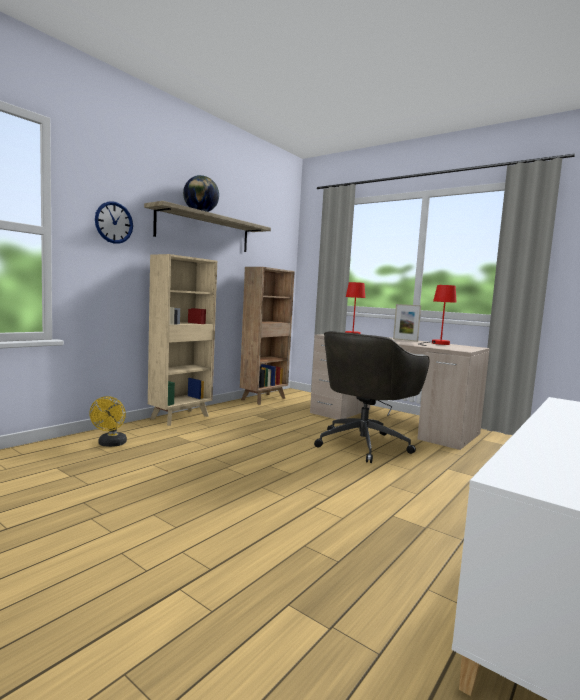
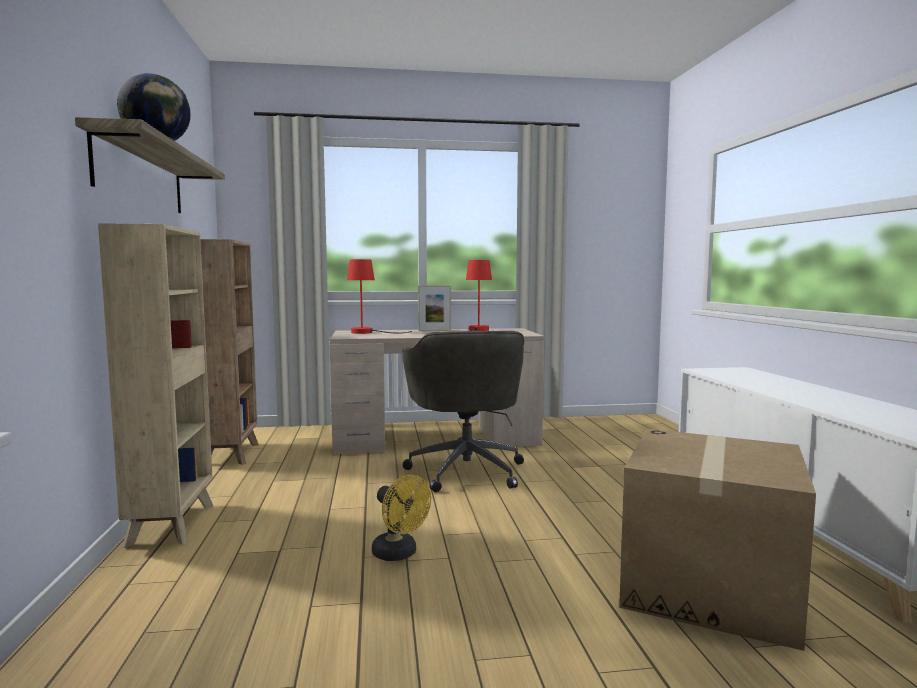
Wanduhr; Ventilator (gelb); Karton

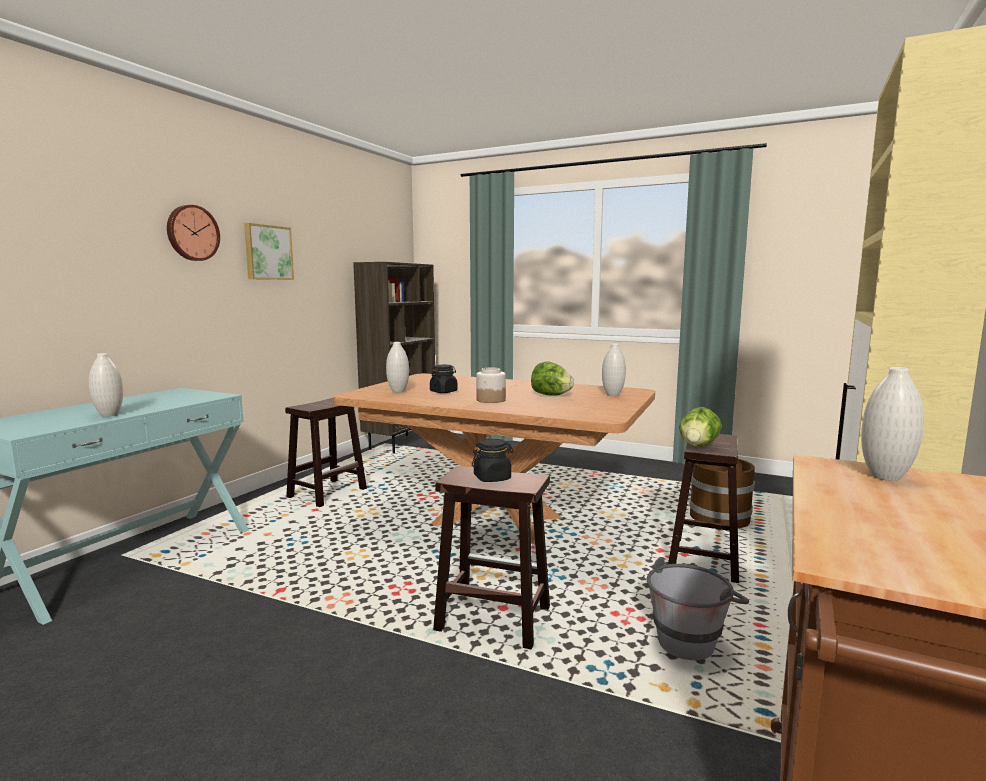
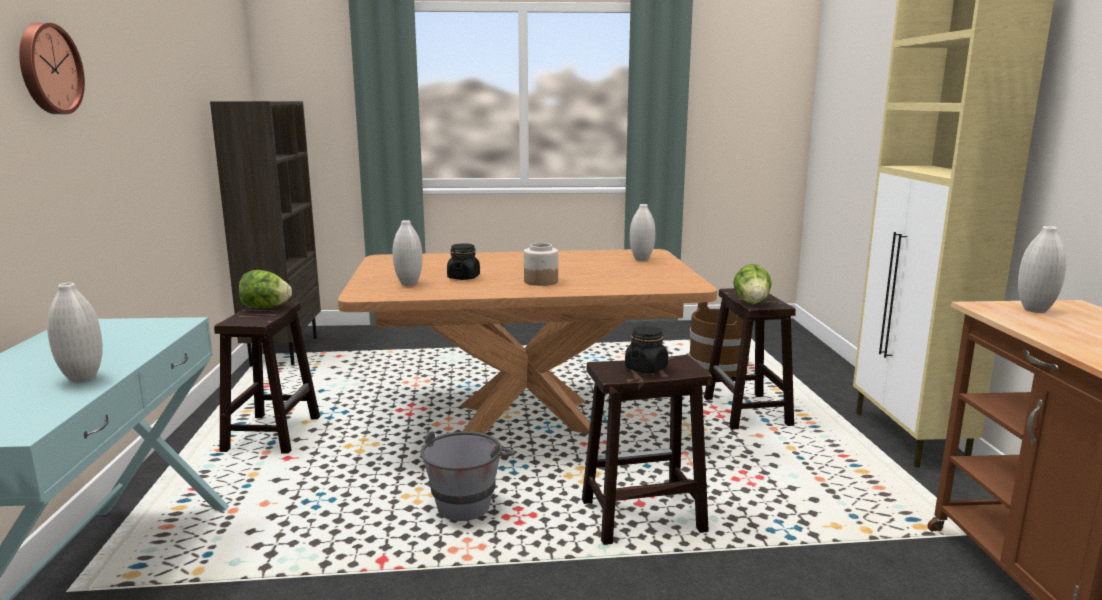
Bild; Salatkopf (1st from left); Eimer (grau)

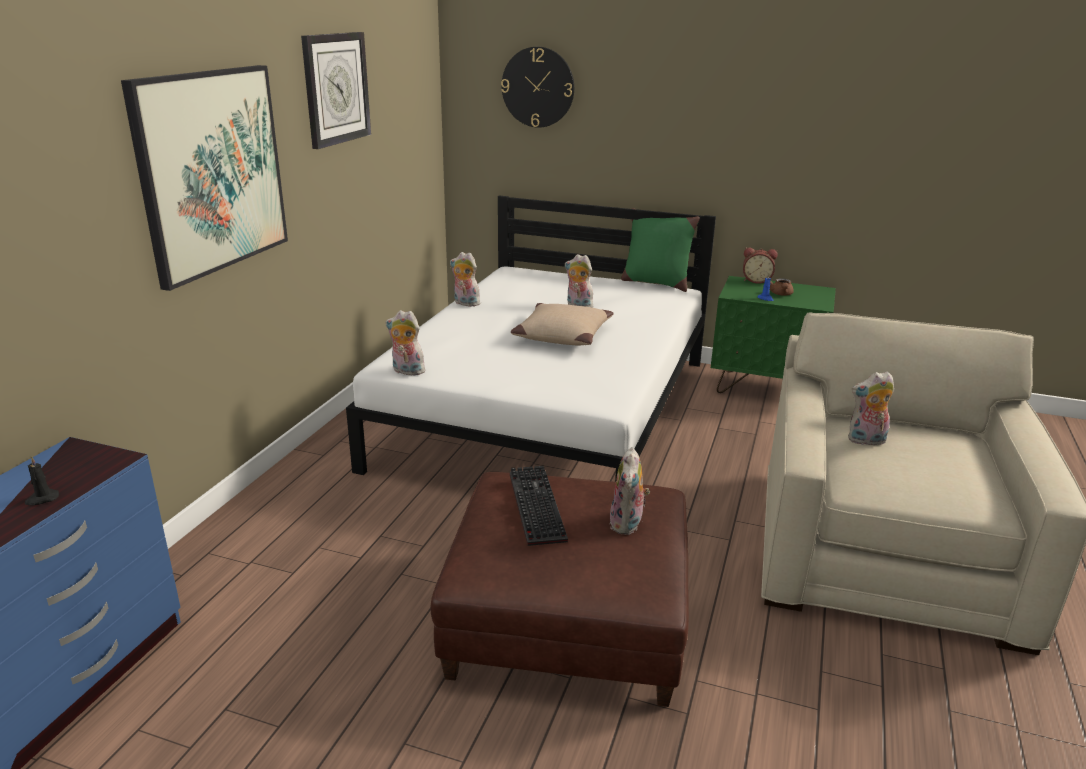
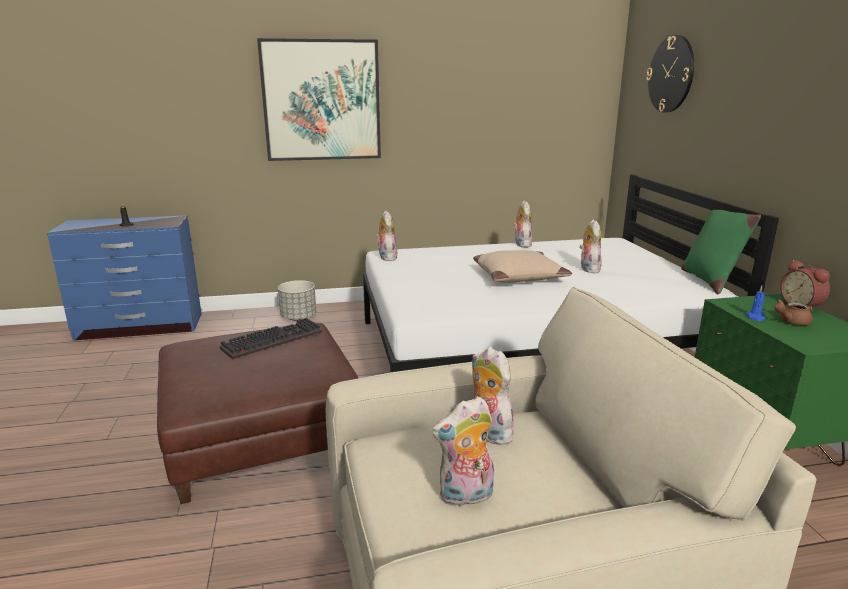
Wanduhr (1st from left in the first image); Plüschtier (2nd from left); Pflanzkübel (grau)

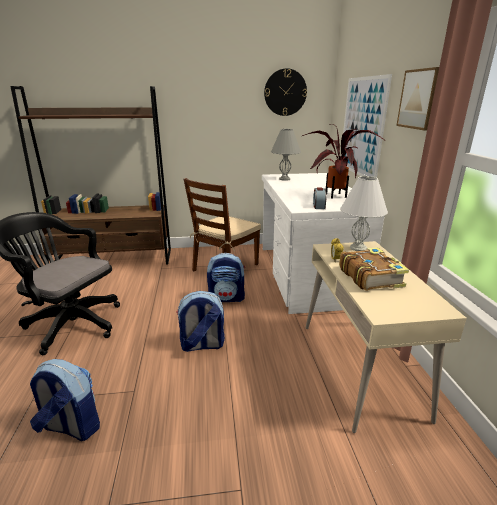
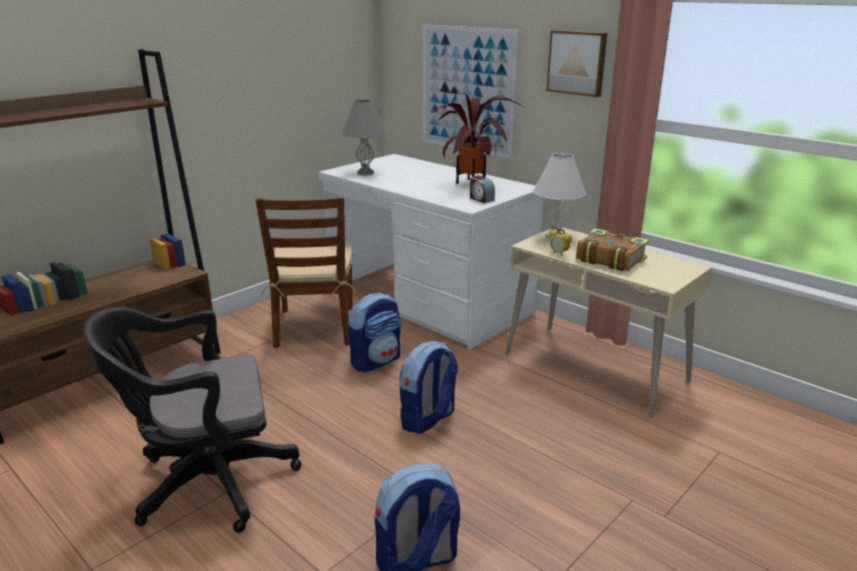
Wanduhr

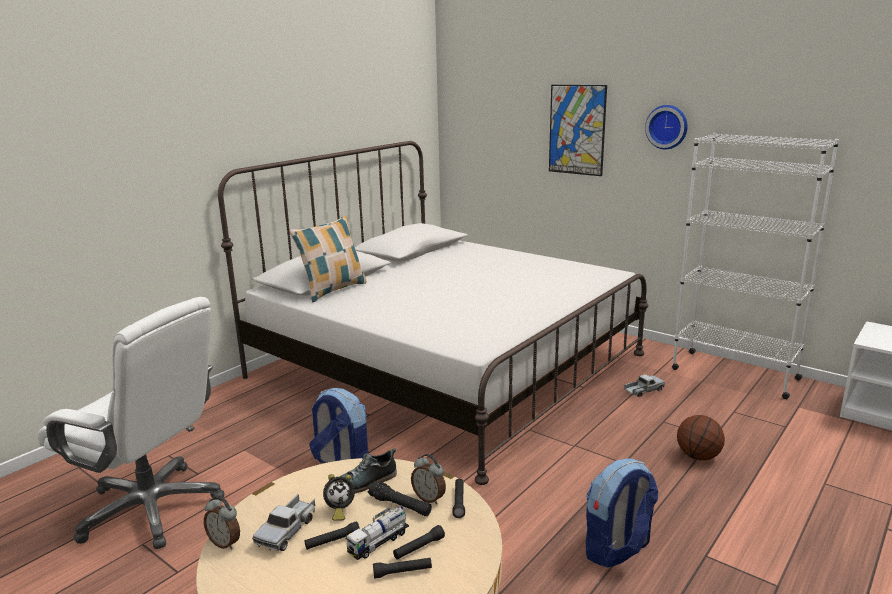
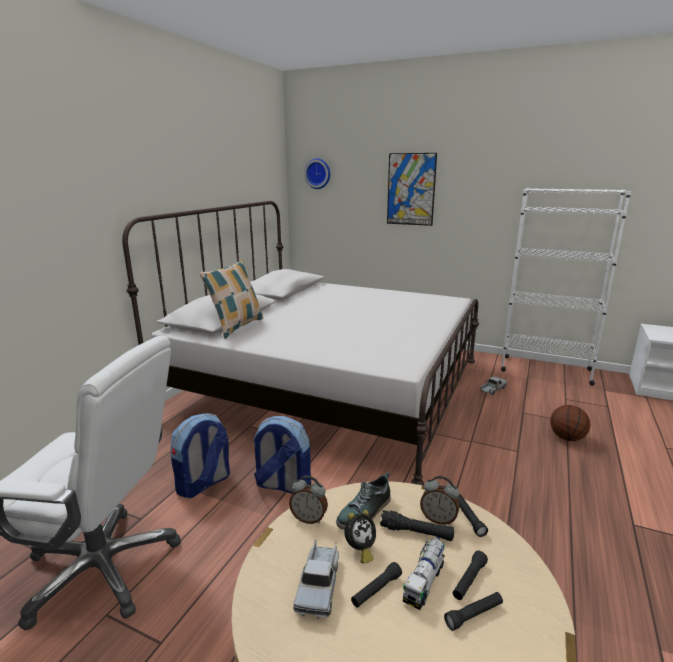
Wanduhr; Rucksack (1st from left); Wecker (1st from left)

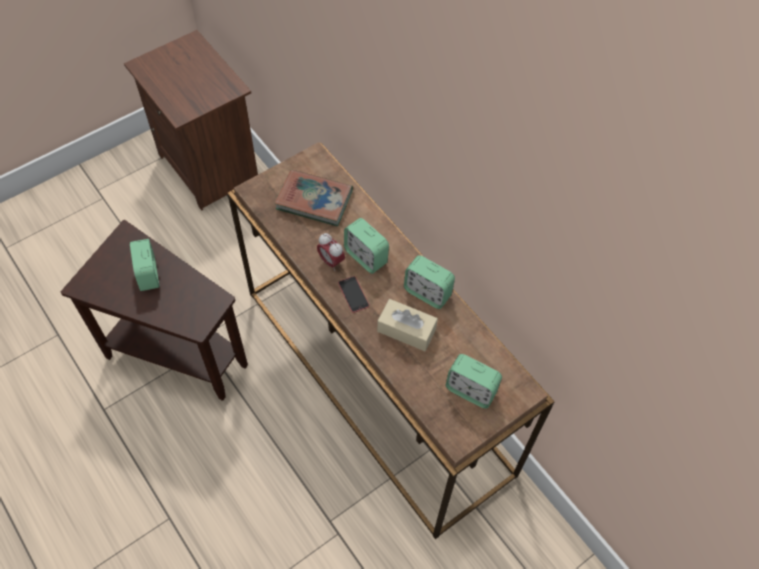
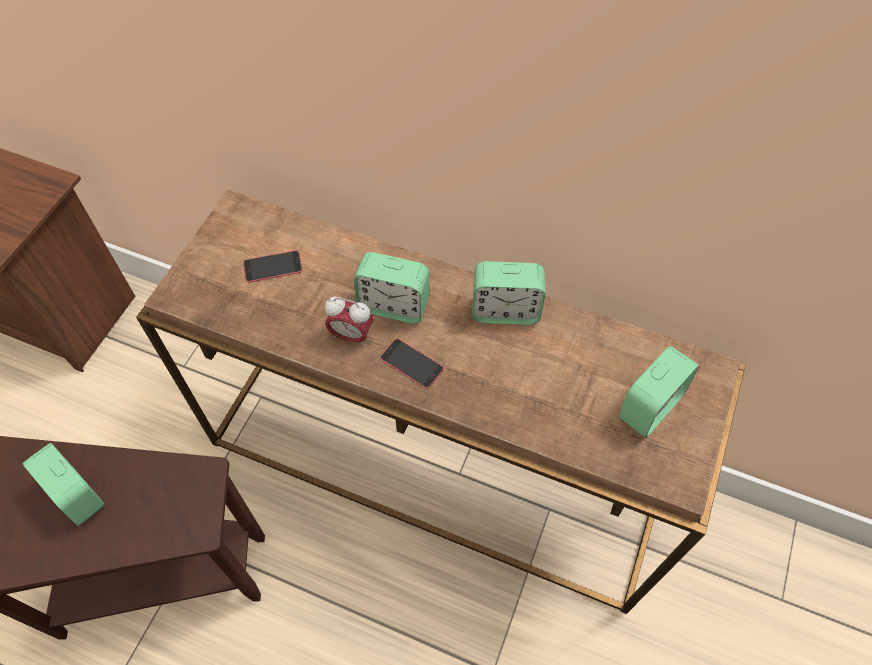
Handy (1st from left); Taschentuchbox (beige); Wecker (5th from left)

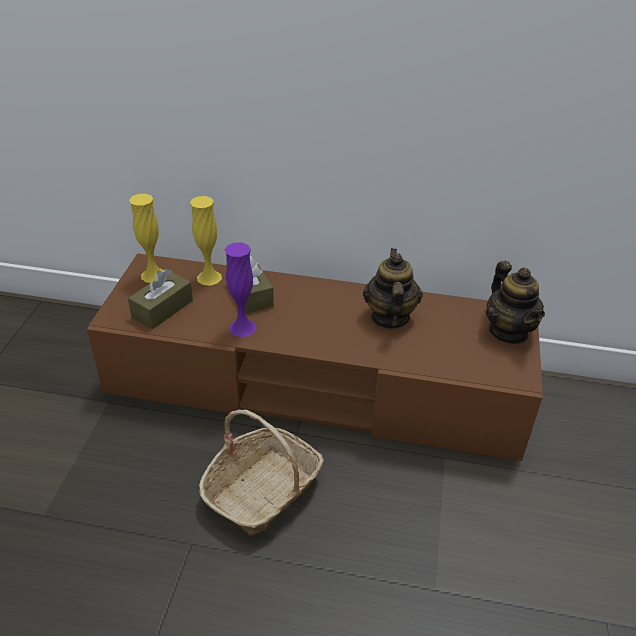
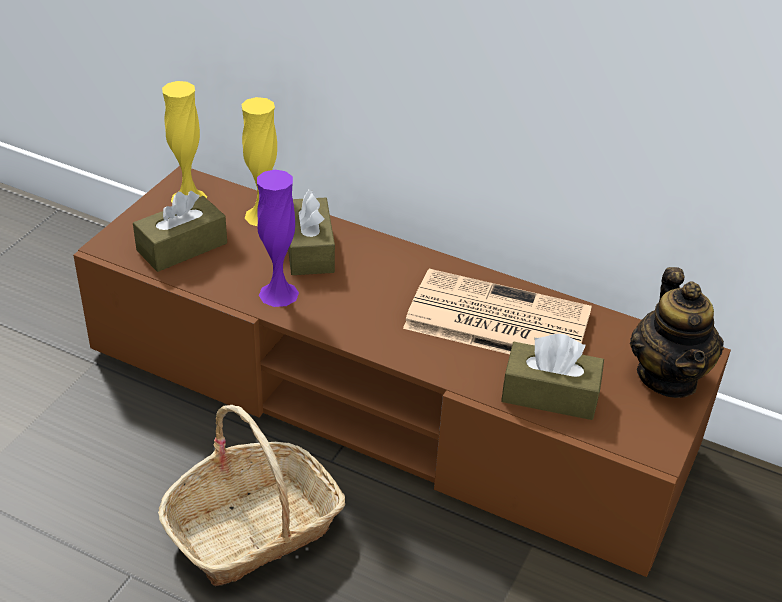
Zeitung; Taschentuchbox (braun) (3rd from left)

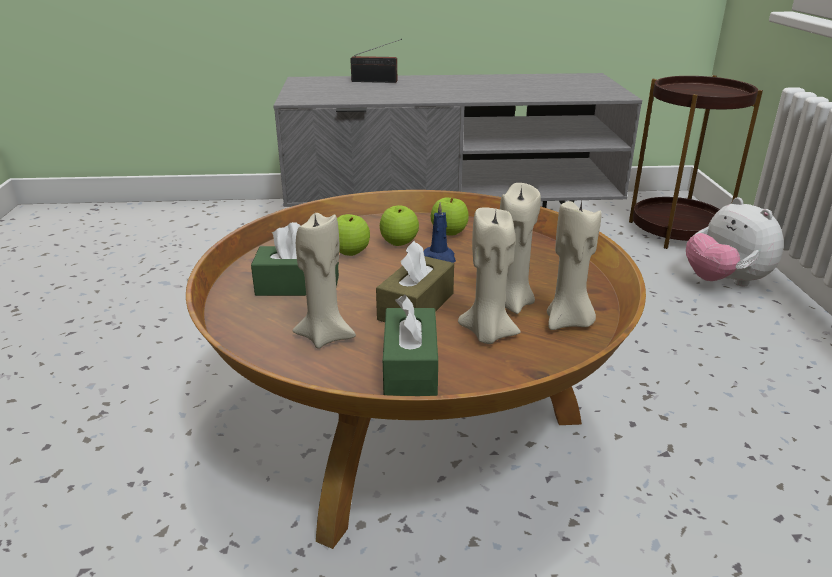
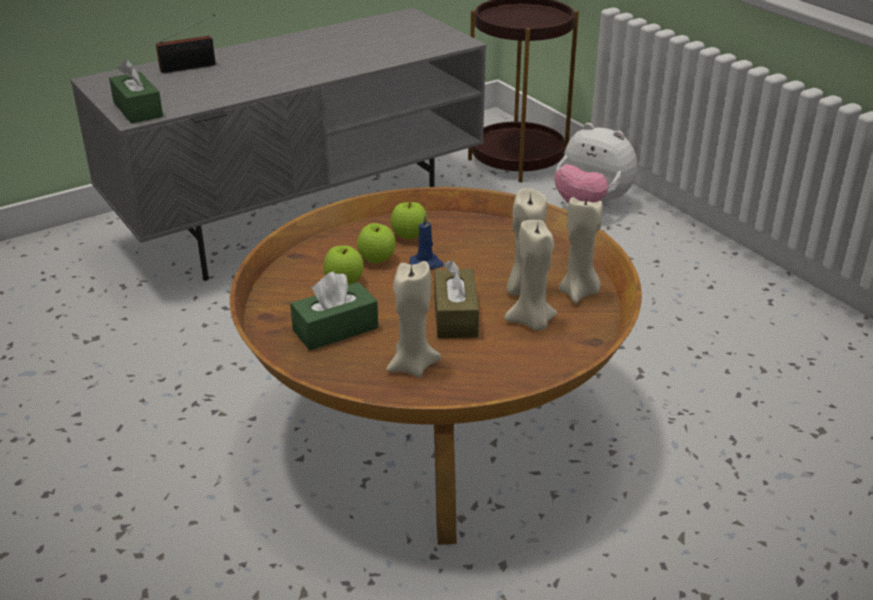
Taschentuchbox (grün) (1st from left)

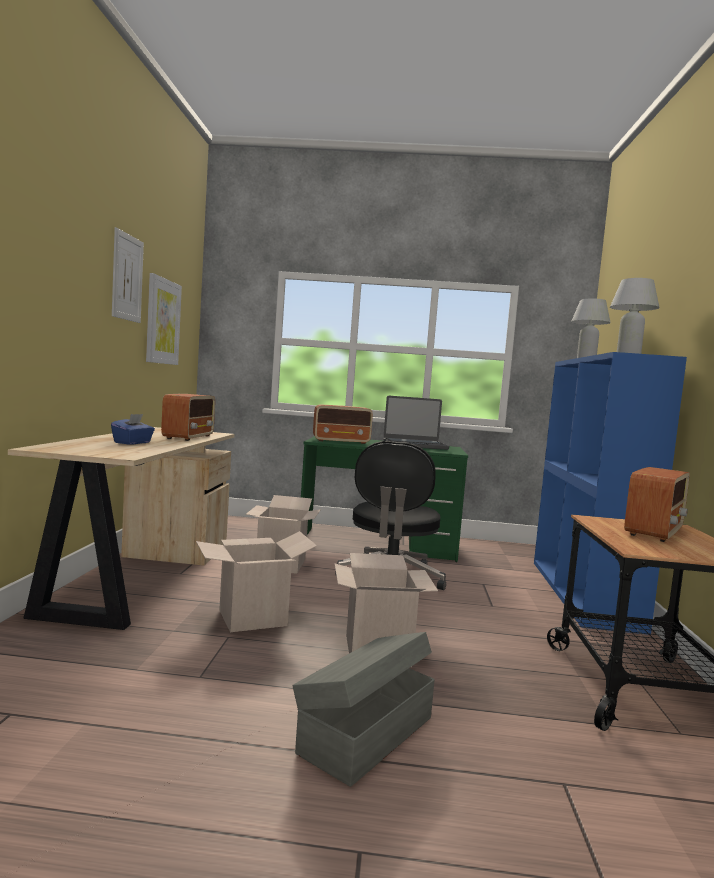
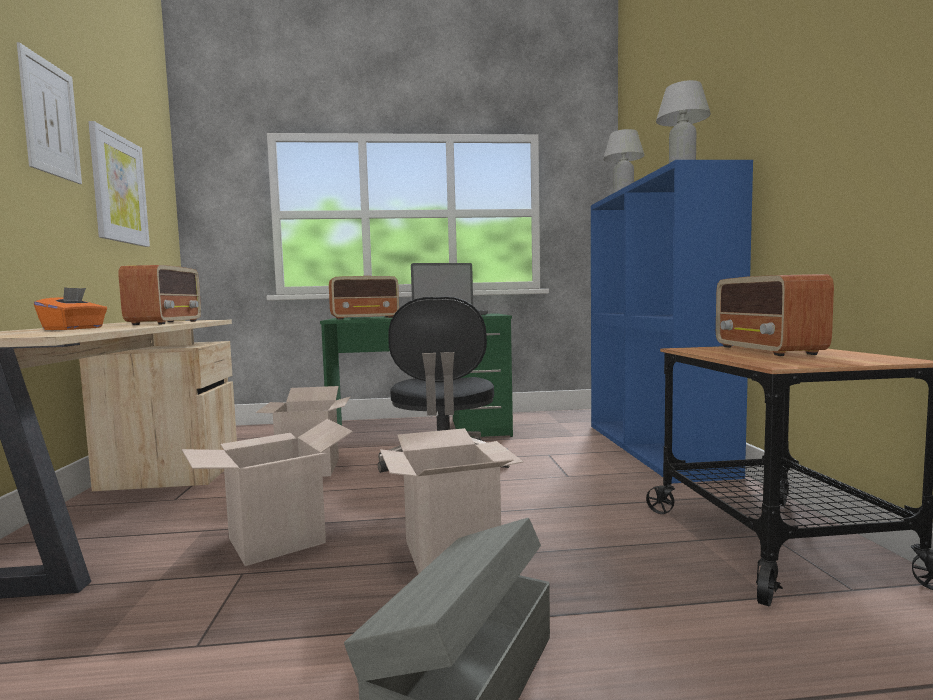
Taschentuchbox (orange); Radio (3rd from left)

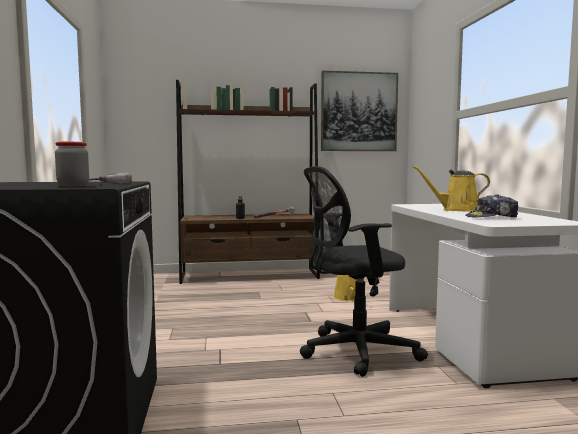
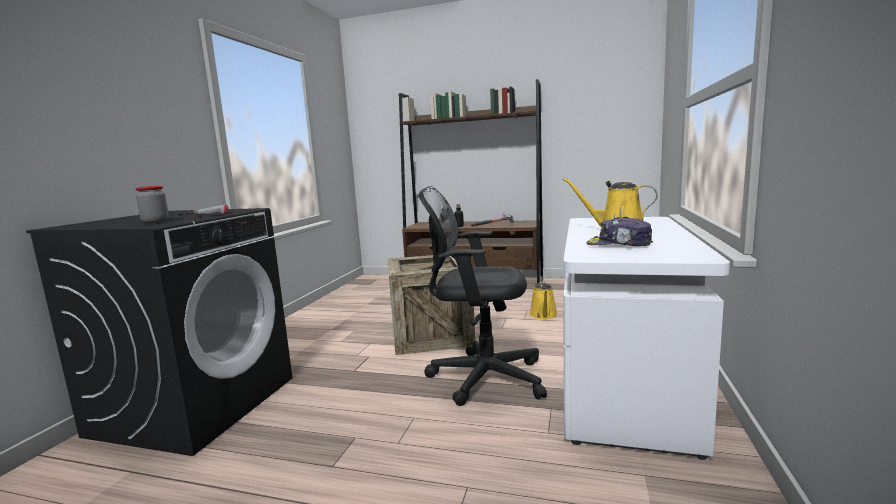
Bild; Kiste

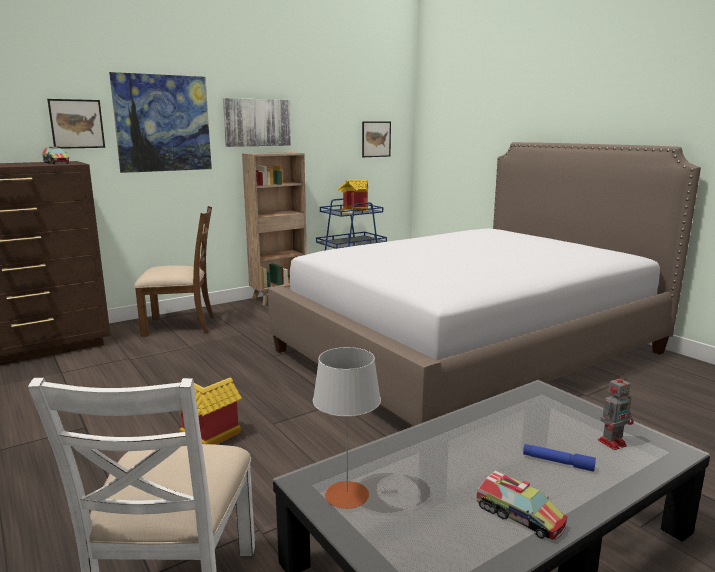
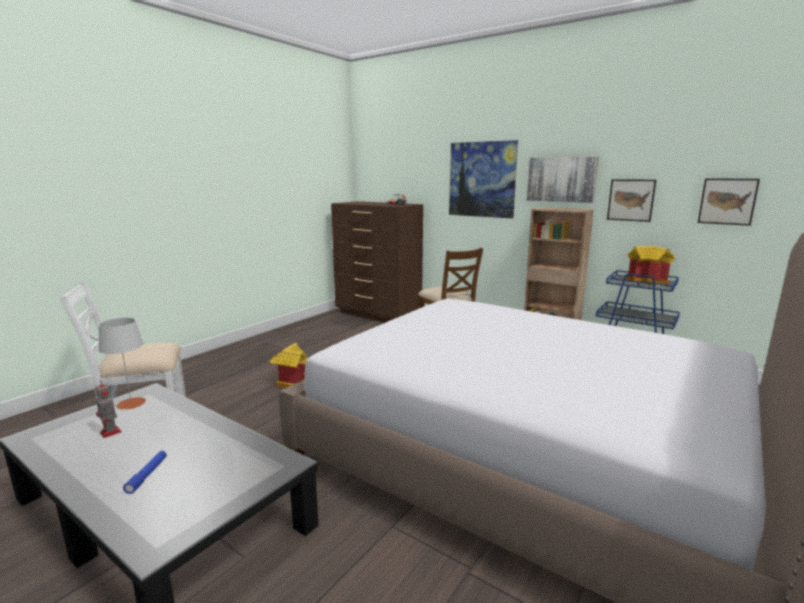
Bild (3rd from left); Spielzeugroboter; Spielzeuglaster (2nd from left in the first image)

